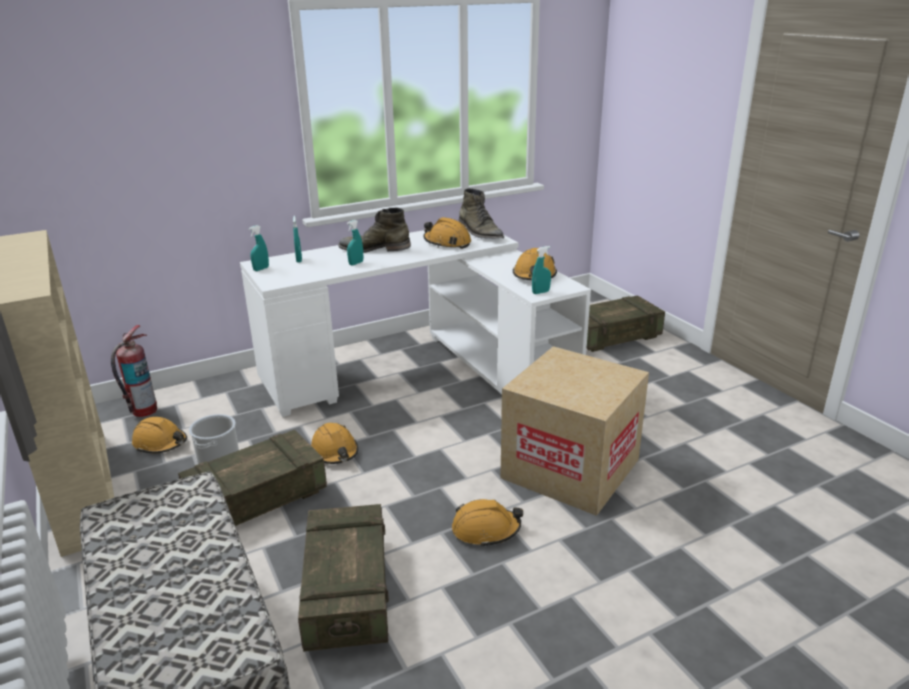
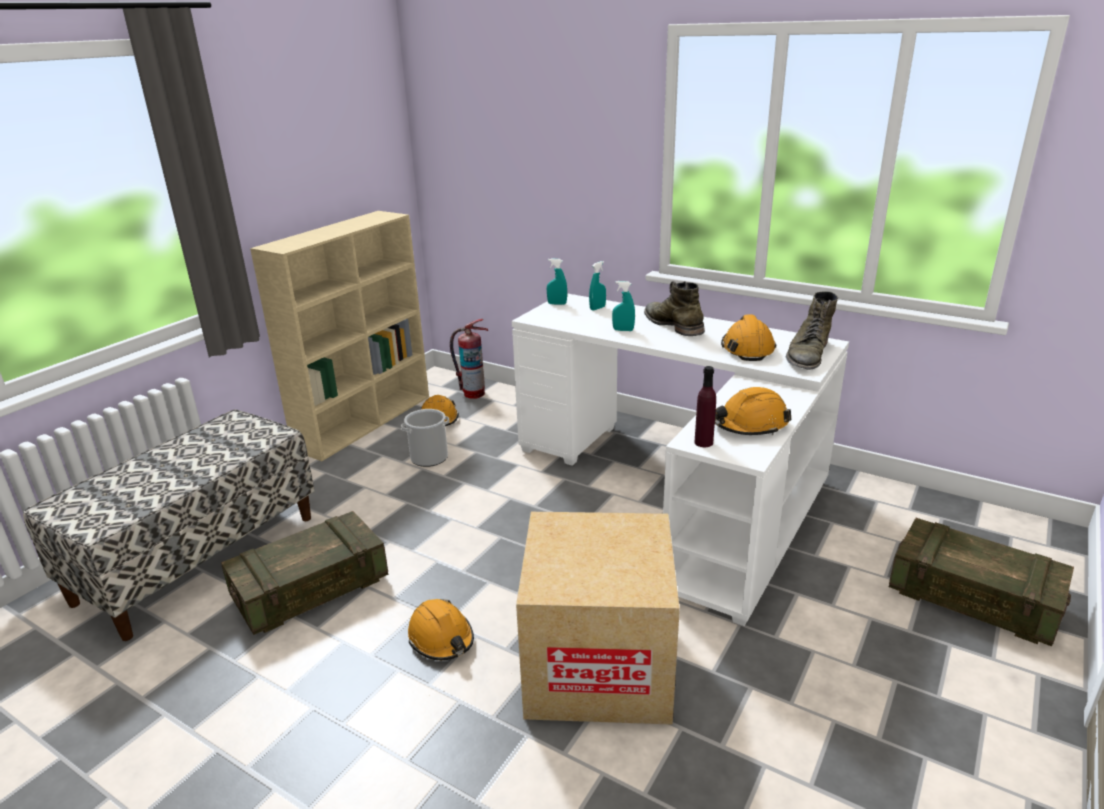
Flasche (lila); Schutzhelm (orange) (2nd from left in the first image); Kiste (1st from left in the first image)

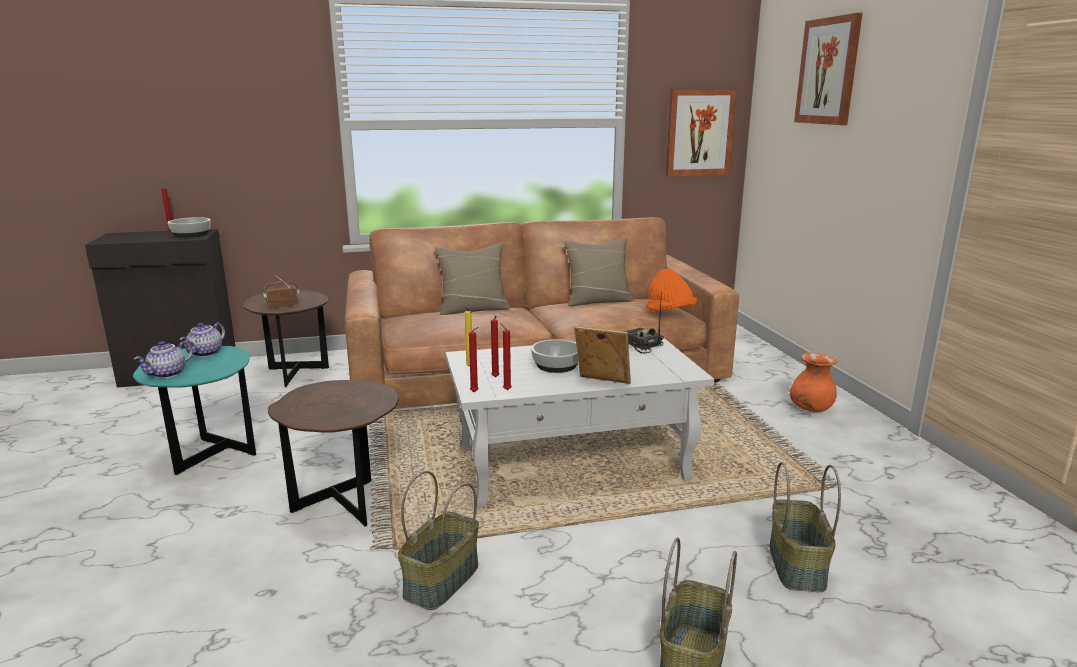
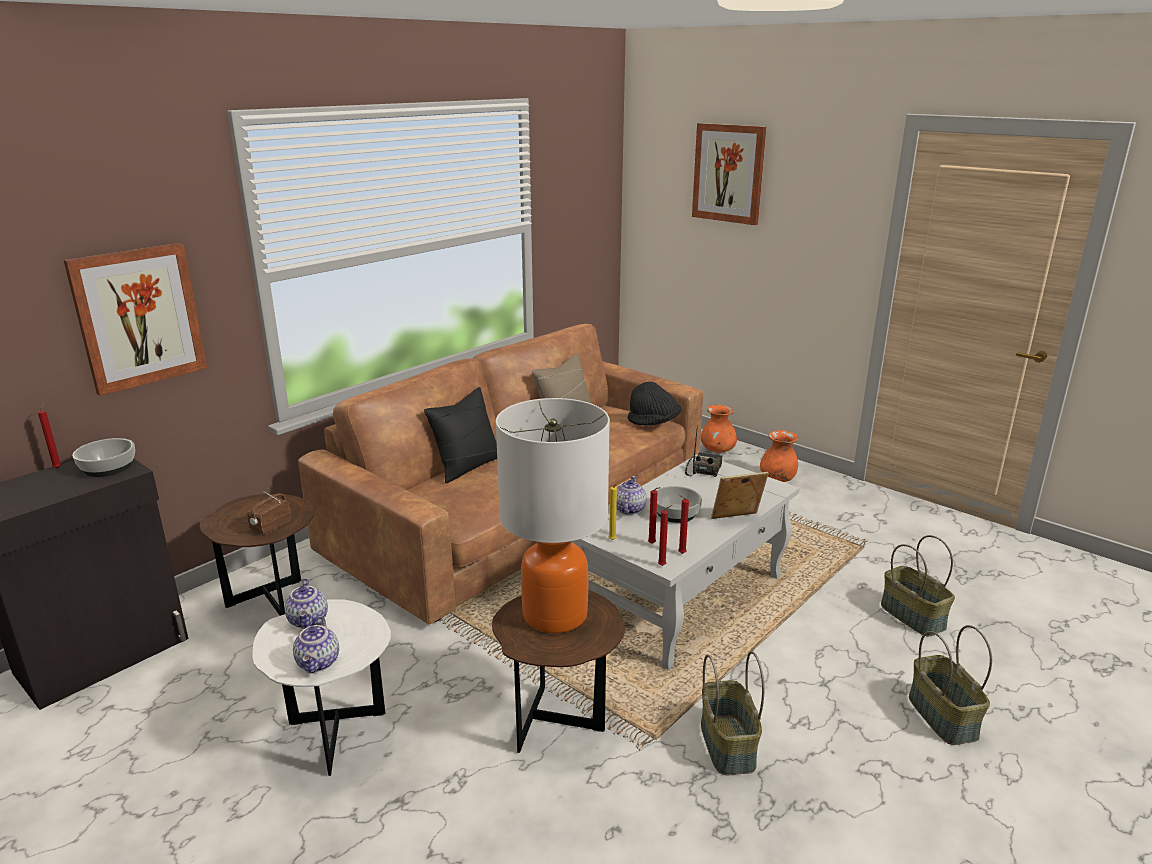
Bild (1st from left); Kissen (schwarz); Hut (schwarz); Radio (2nd from left); Beistelltisch (weiß); Tischlampe; Vase (orange) (1st from left); Teekanne (3rd from left)

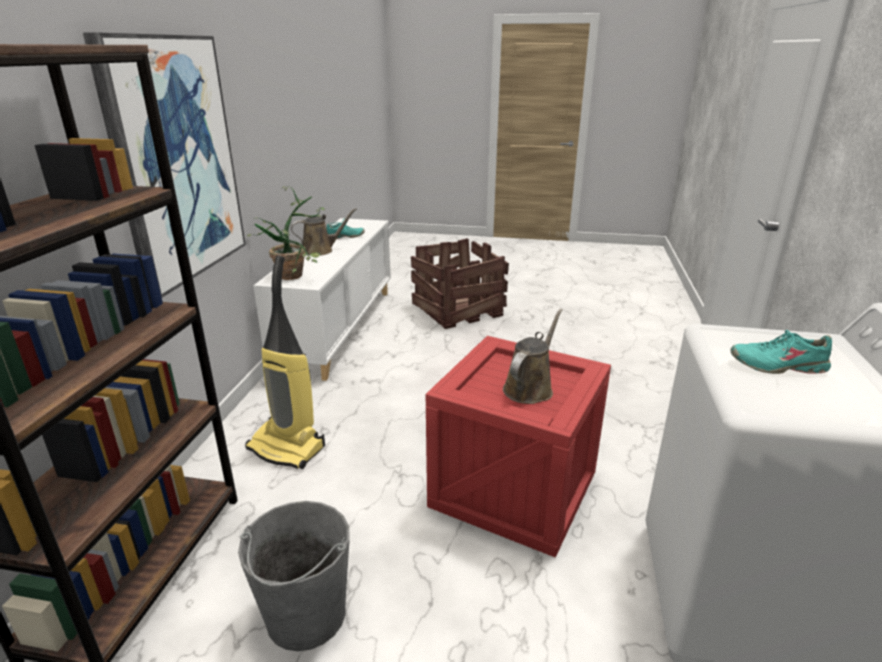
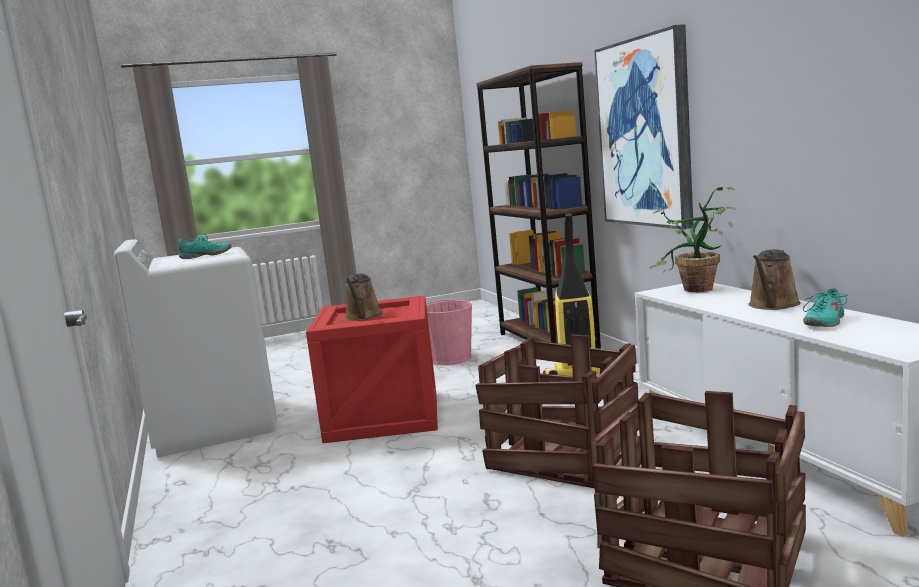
Eimer (rosa); Kiste (2nd from left)

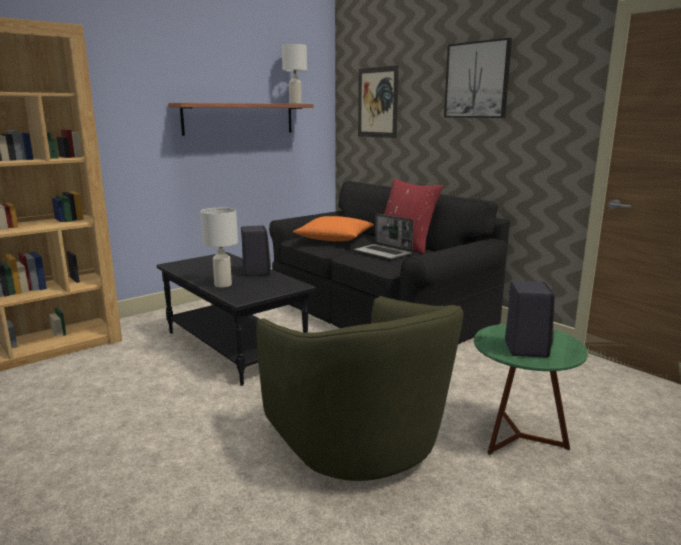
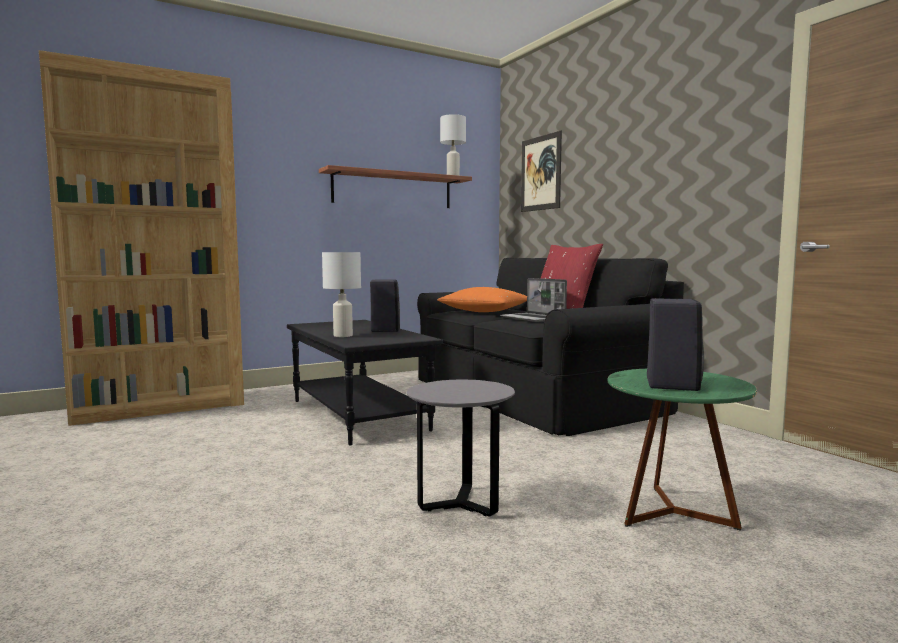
Bild (2nd from left in the first image); Beistelltisch (grau)

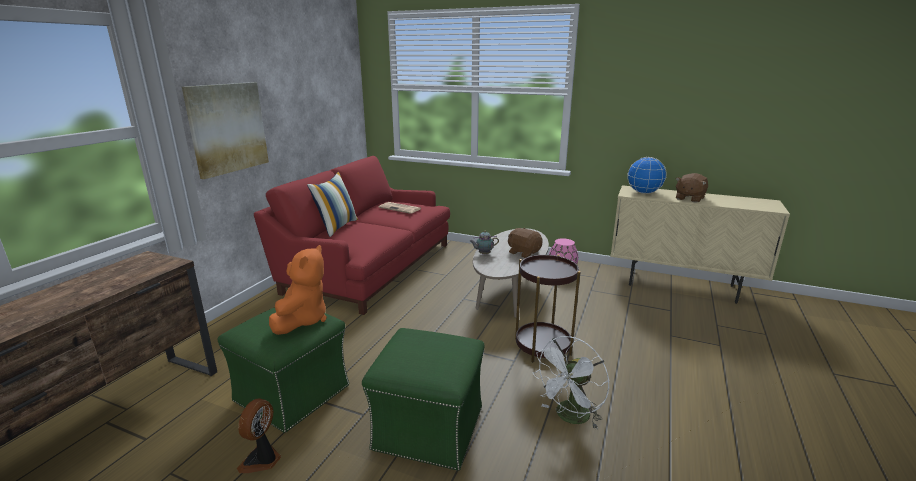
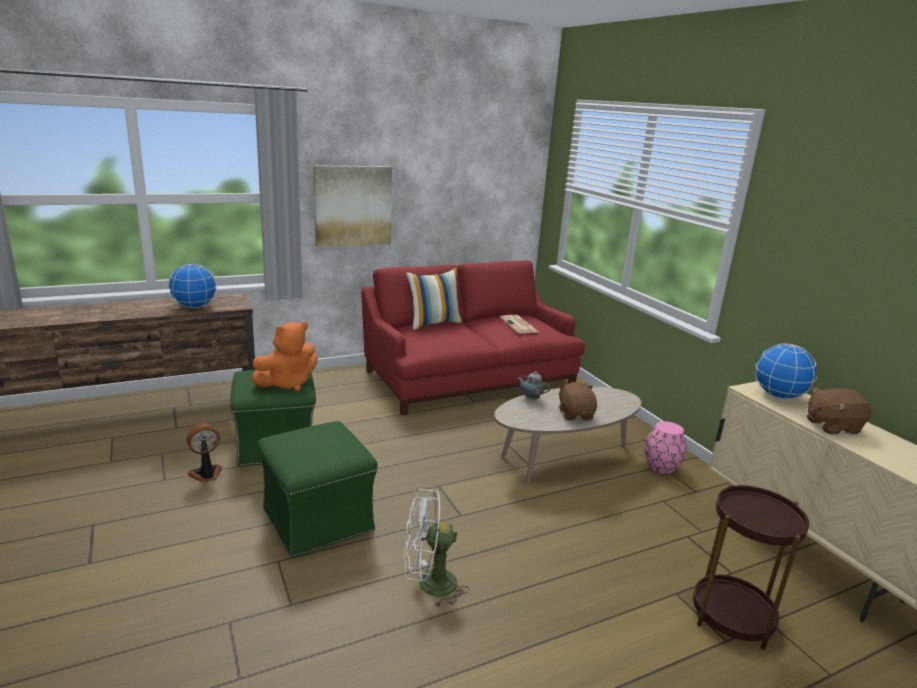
Beistelltisch (braun); Globus (1st from left)

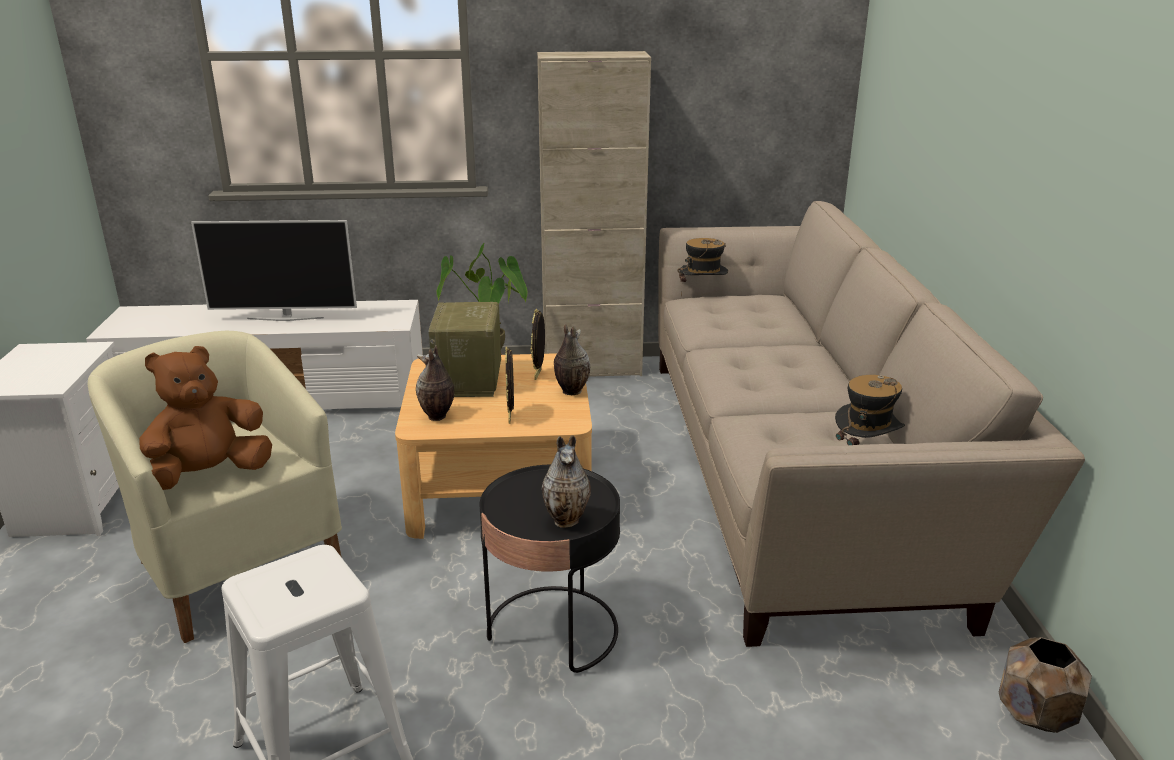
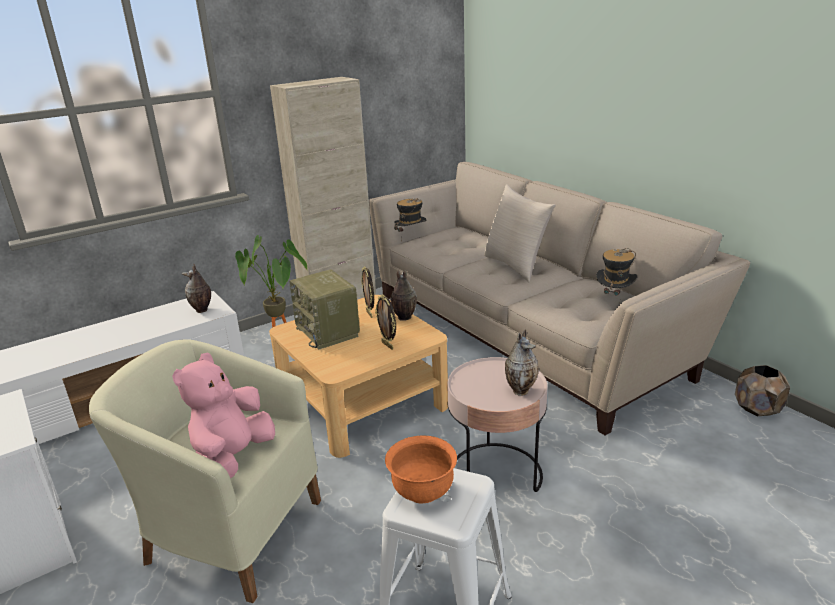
Fernseher; Vase (1st from left); Plüschtier (rosa); Beistelltisch (rosa); Kissen (beige); Schüssel (orange)

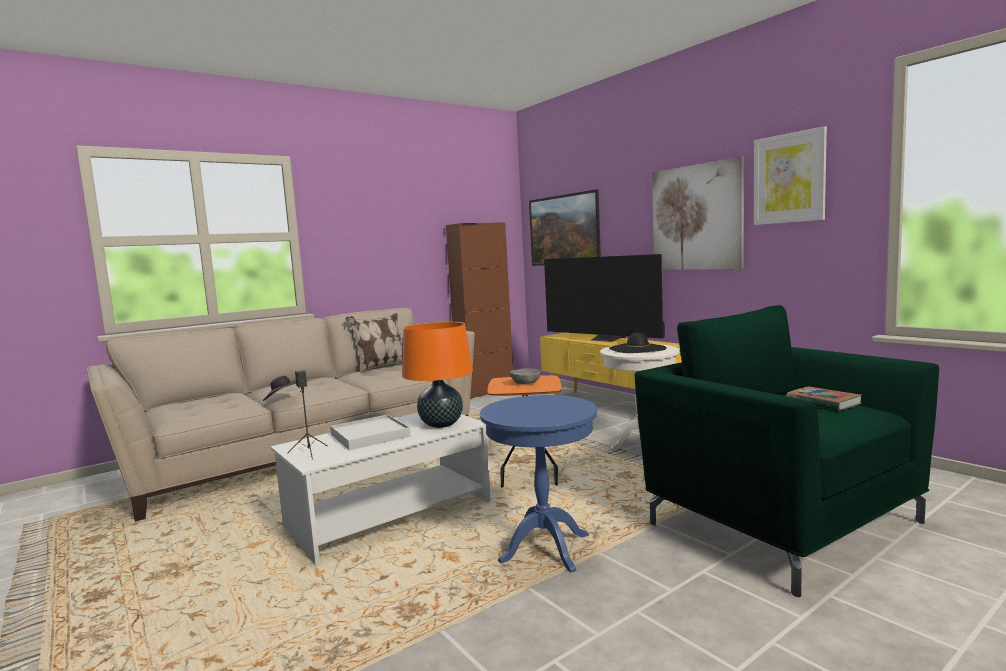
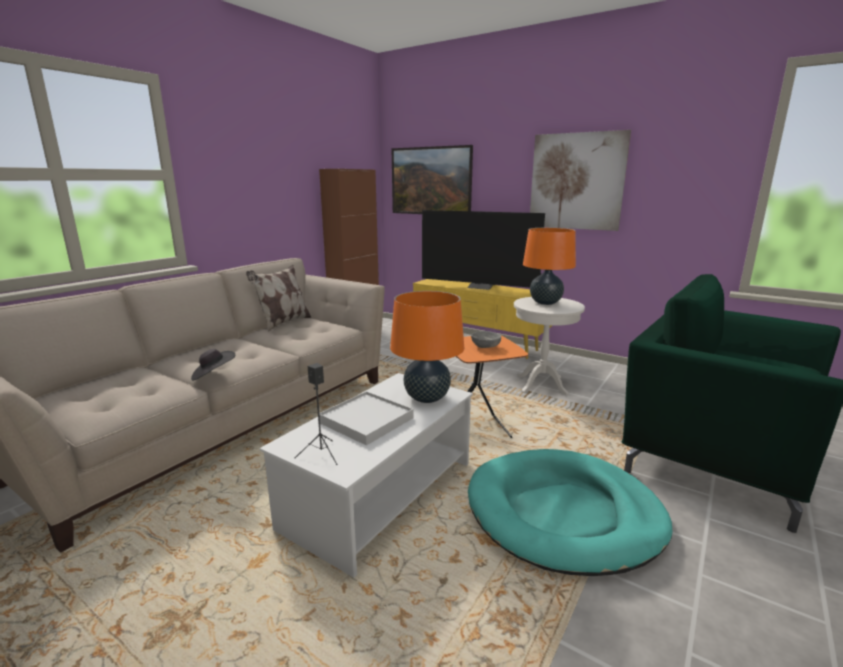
Bild (3rd from left in the first image); Tischlampe (orange) (2nd from left); Buch; Hundebett (türkis)

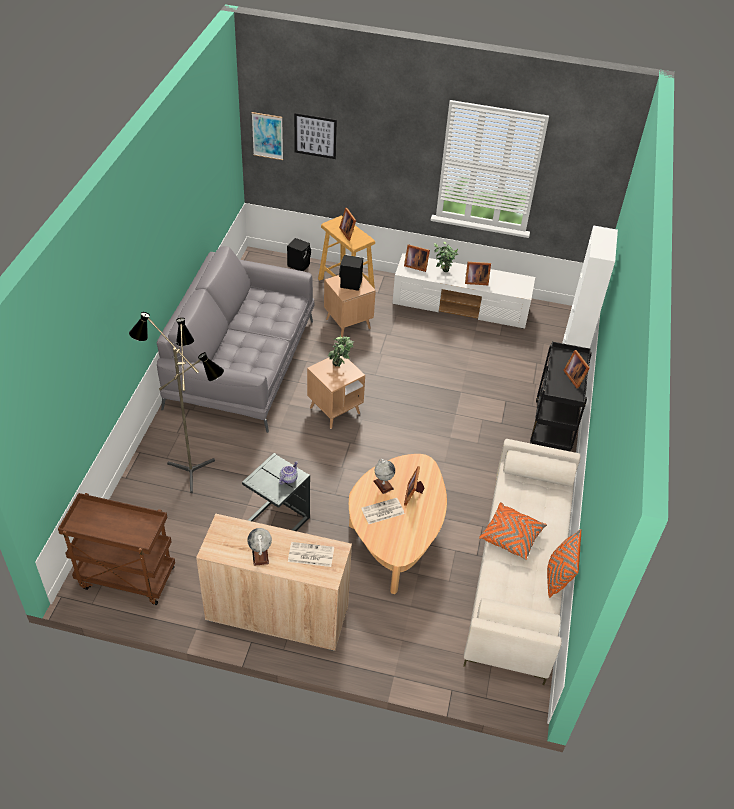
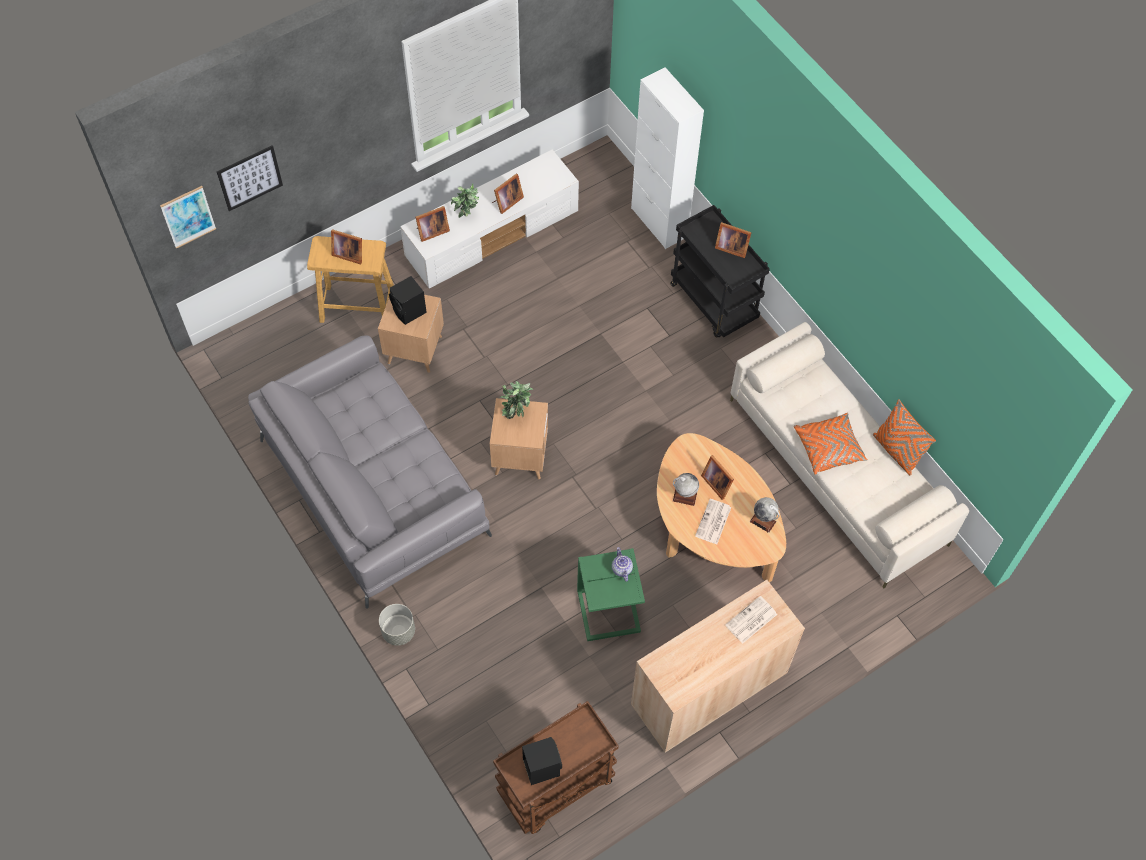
Lautsprecher (schwarz) (2nd from left); Stehlampe; Beistelltisch (grün); Globus (2nd from left); Pflanzkübel (grau)

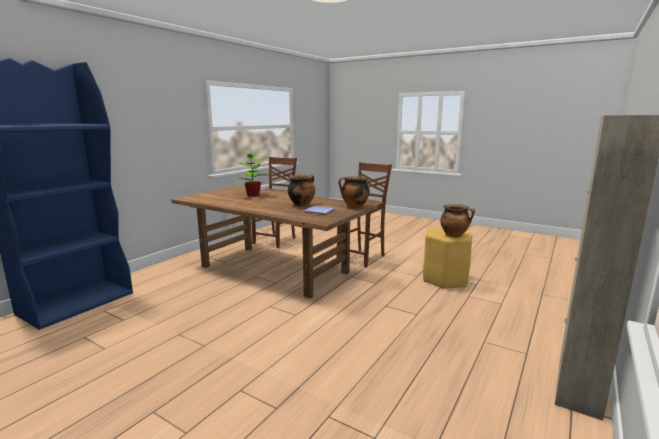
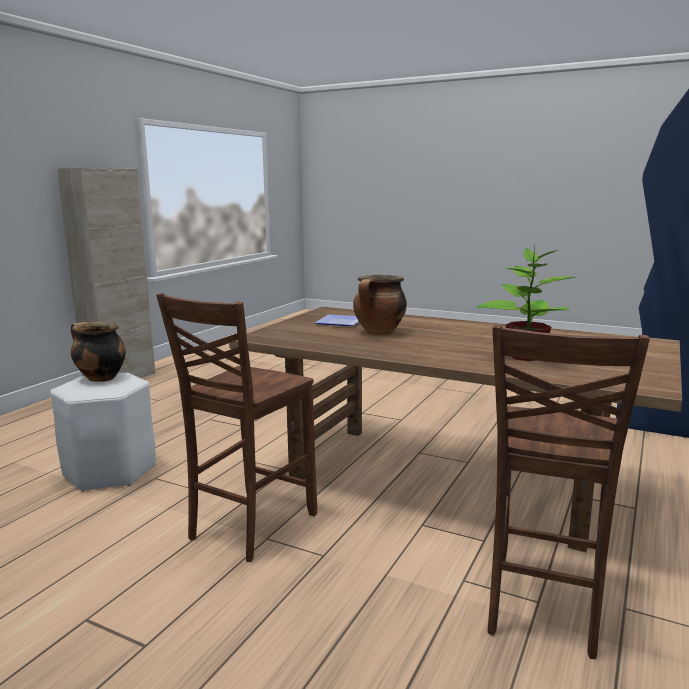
Kochtopf (2nd from left in the first image); Hocker (weiß)

